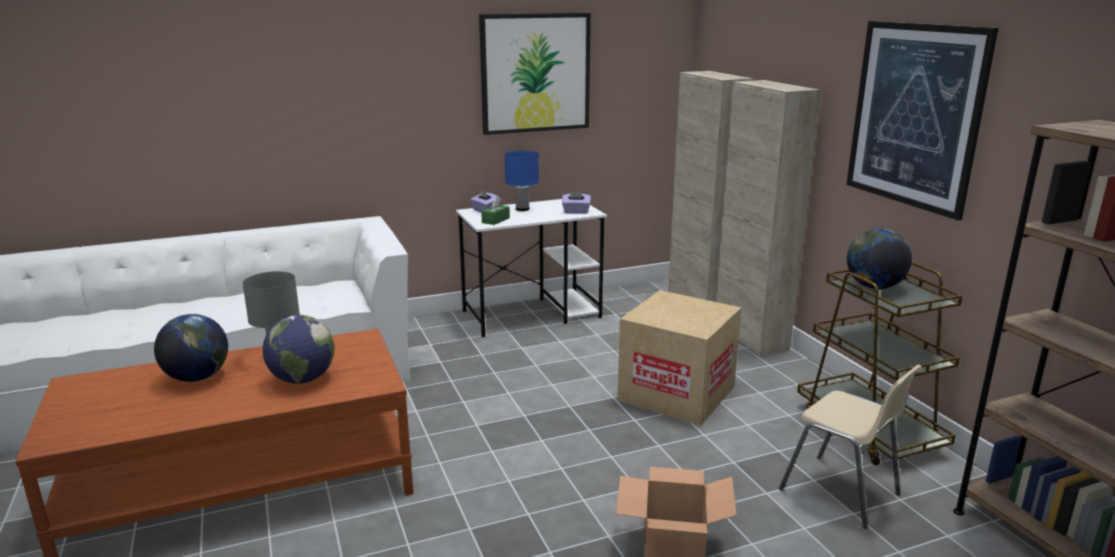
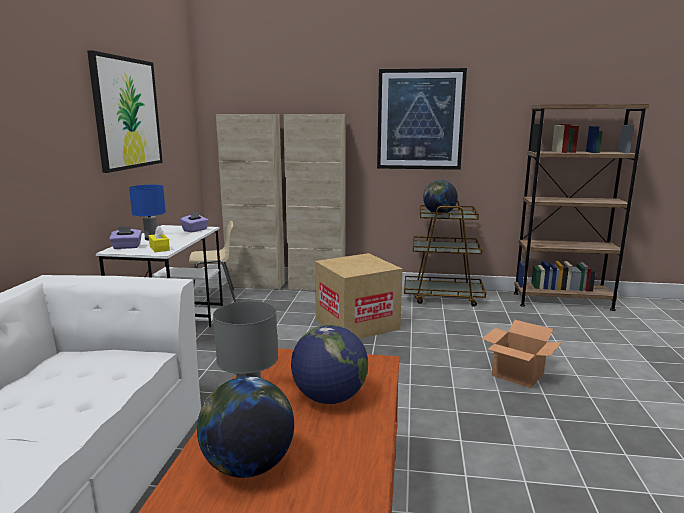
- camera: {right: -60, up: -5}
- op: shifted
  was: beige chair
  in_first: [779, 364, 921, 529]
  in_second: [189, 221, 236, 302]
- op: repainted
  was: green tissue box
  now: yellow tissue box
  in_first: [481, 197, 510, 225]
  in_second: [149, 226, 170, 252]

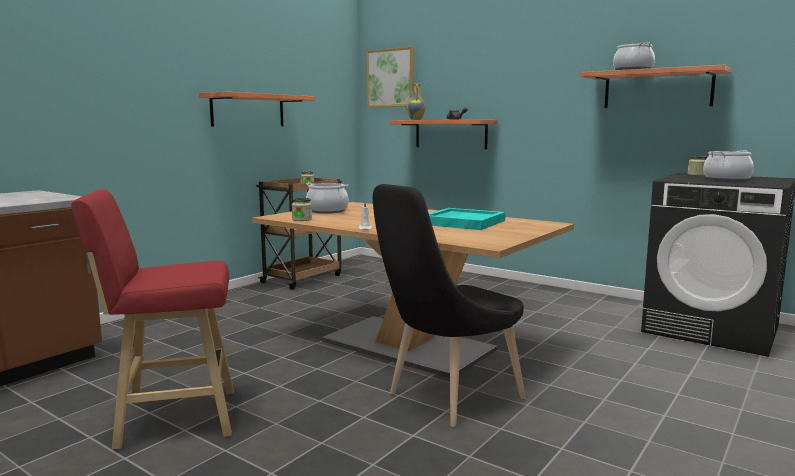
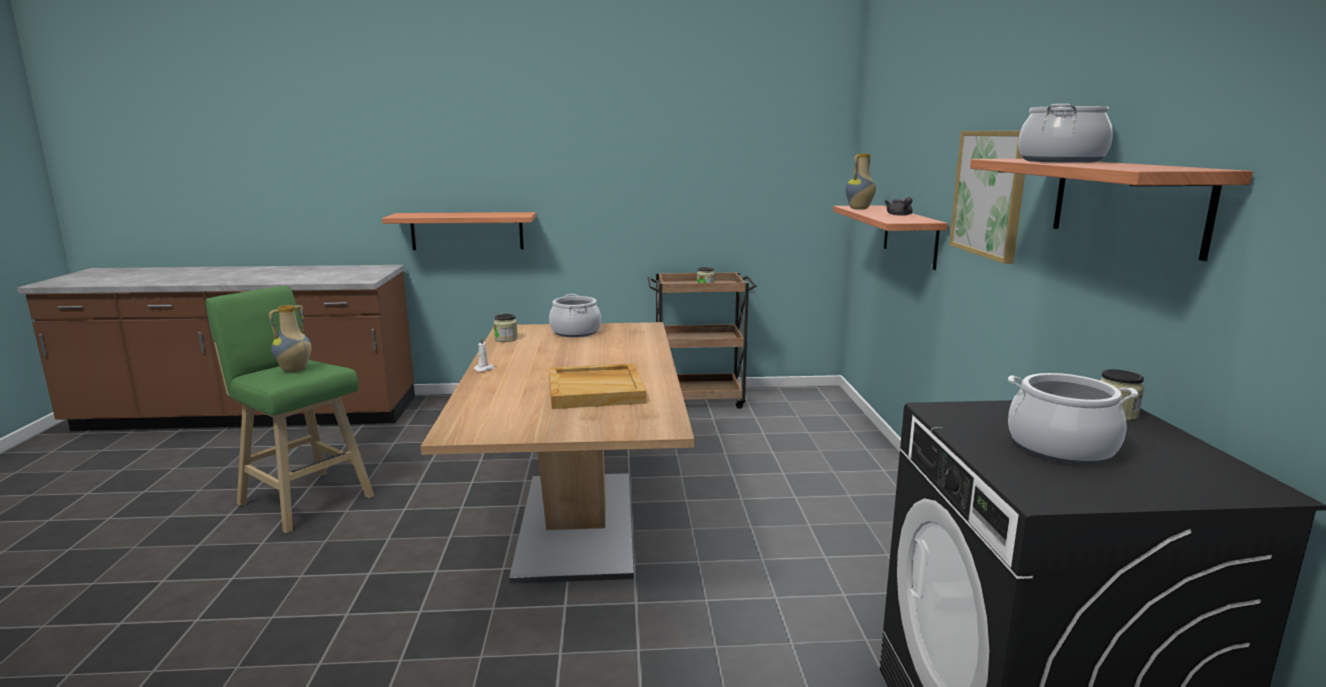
- camera: {right: 50, up: 5}
- op: gone
  was: black chair
  in_first: [373, 184, 526, 427]
- op: new
  now: vase
  in_second: [269, 305, 312, 372]
- op: shifted
  was: shelf
  in_first: [199, 91, 315, 127]
  in_second: [382, 212, 536, 250]
- op: shifted
  was: picture
  in_first: [367, 47, 414, 107]
  in_second: [949, 131, 1025, 264]
- op: repainted
  was: red stool
  now: green stool
  in_first: [71, 190, 234, 450]
  in_second: [205, 286, 374, 534]
- op: repainted
  was: turquoise tray
  now: beige tray
  in_first: [429, 208, 506, 230]
  in_second: [549, 363, 646, 409]

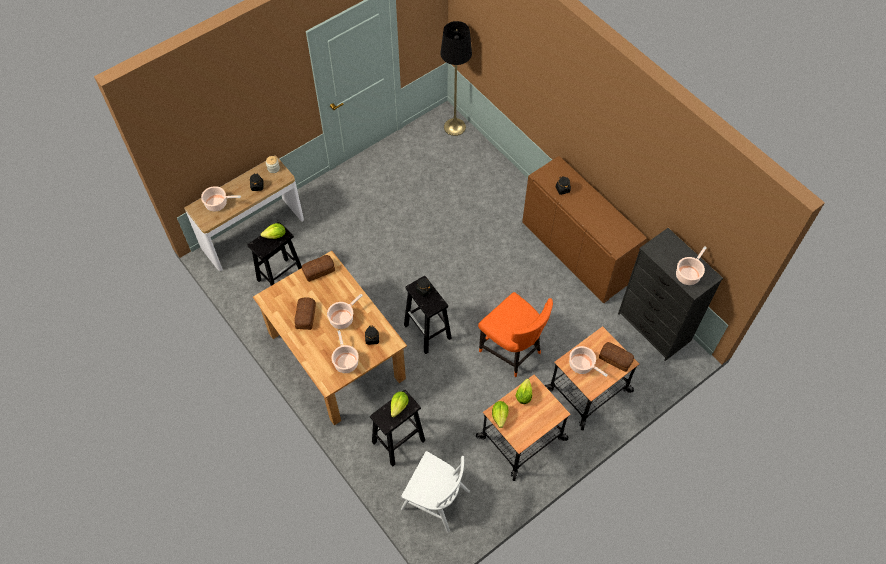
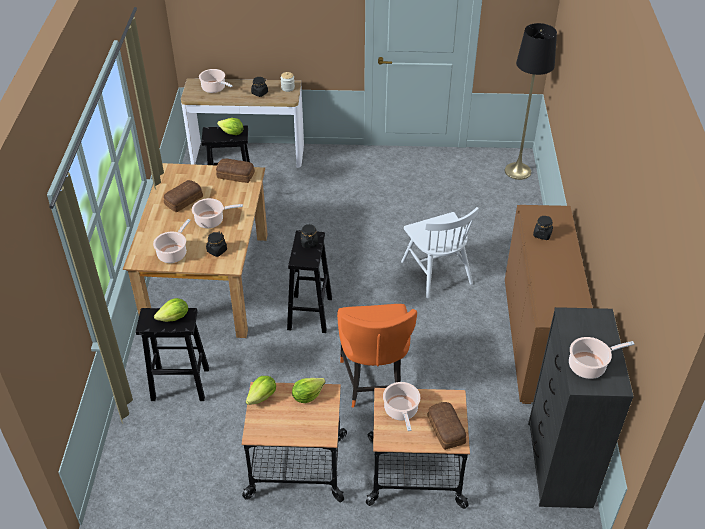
- camera: {right: 40, up: -15}
- op: shifted
  was: white chair
  in_first: [401, 451, 470, 532]
  in_second: [401, 207, 479, 298]

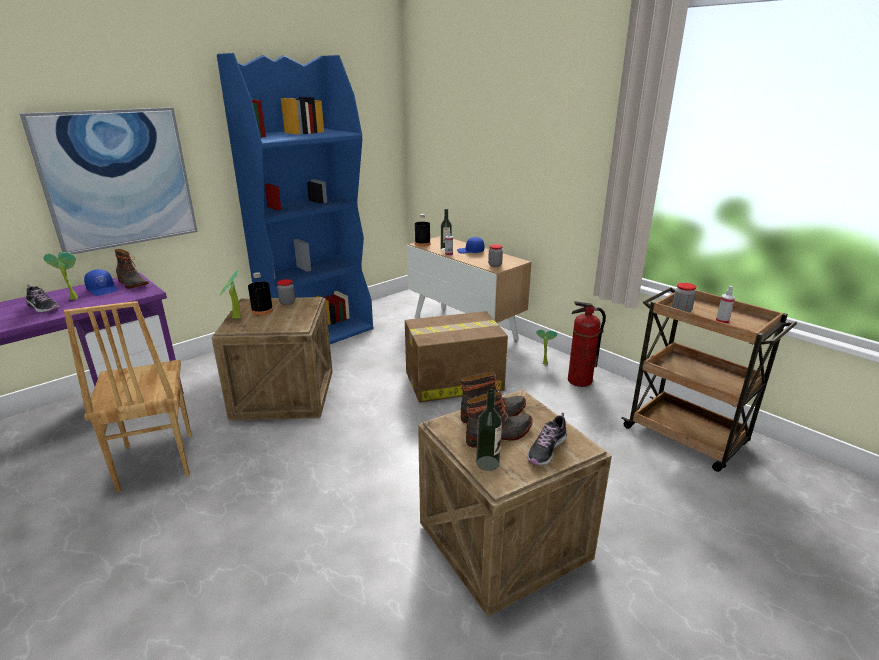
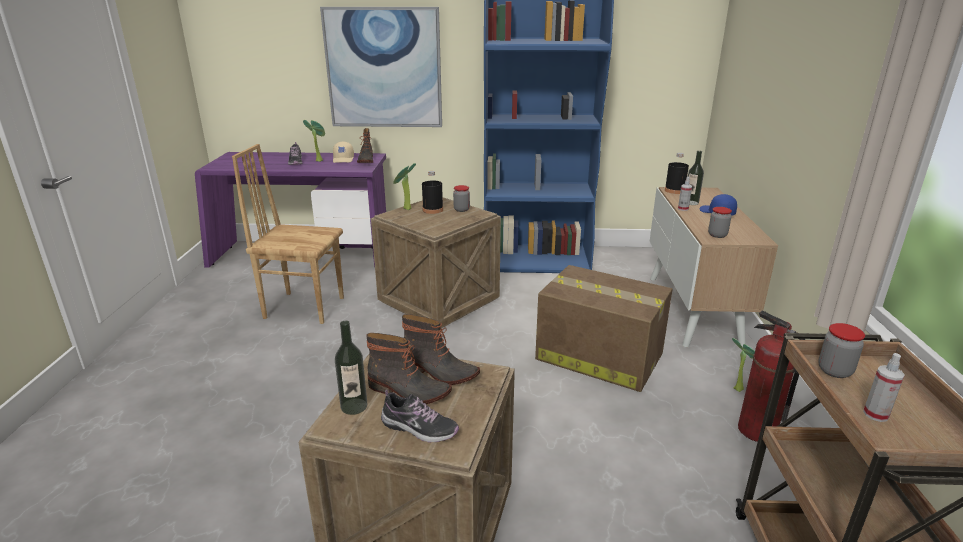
- camera: {right: 45, up: 0}
- op: repainted
  was: blue cap
  now: beige cap
  in_first: [84, 269, 118, 296]
  in_second: [333, 141, 354, 163]
- op: rotated
  was: brown chair
  in_first: [63, 301, 192, 492]
  in_second: [232, 144, 344, 324]
  clockwise: 75
- op: rotated
  was: shoe
  in_first: [527, 412, 567, 465]
  in_second: [381, 390, 459, 443]
  clockwise: -150

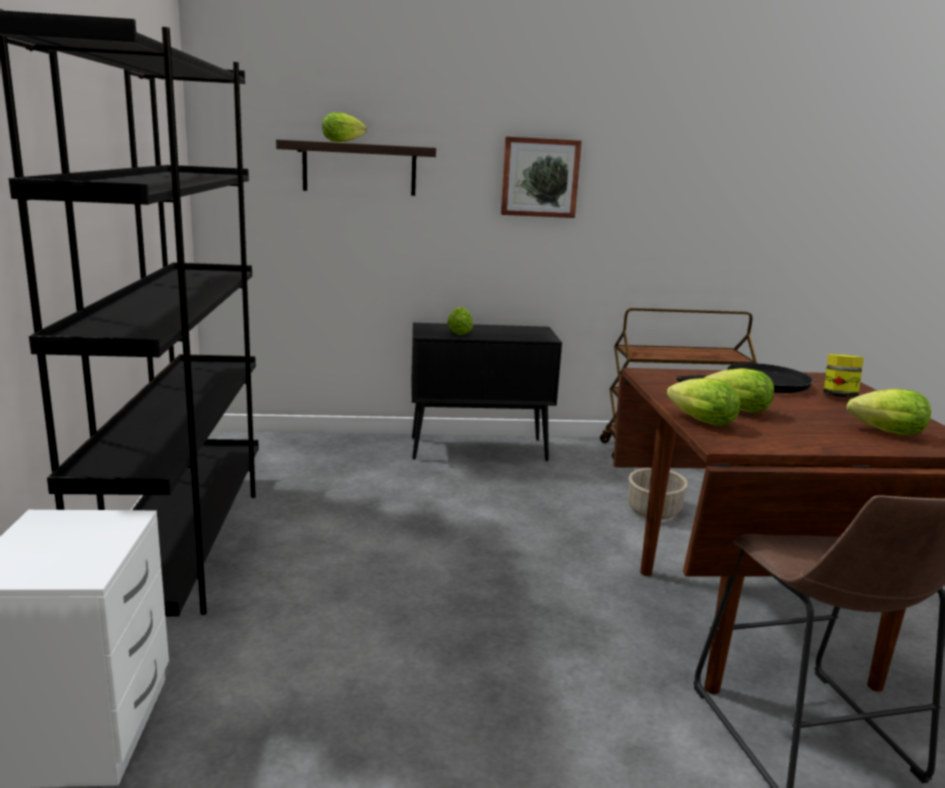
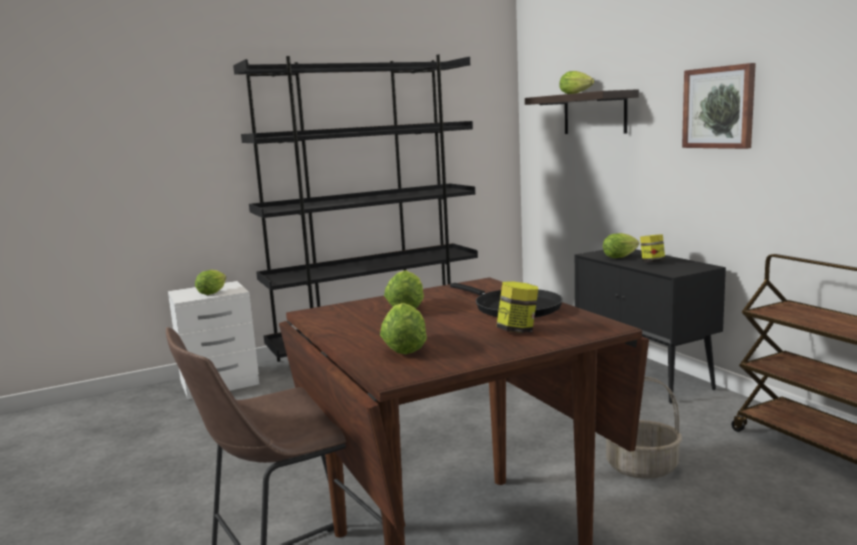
- camera: {right: 70, up: -5}
- op: new
  now: jar
  in_second: [640, 234, 665, 262]
- op: shifted
  was: lettuce
  in_first: [667, 378, 741, 426]
  in_second: [195, 270, 226, 295]

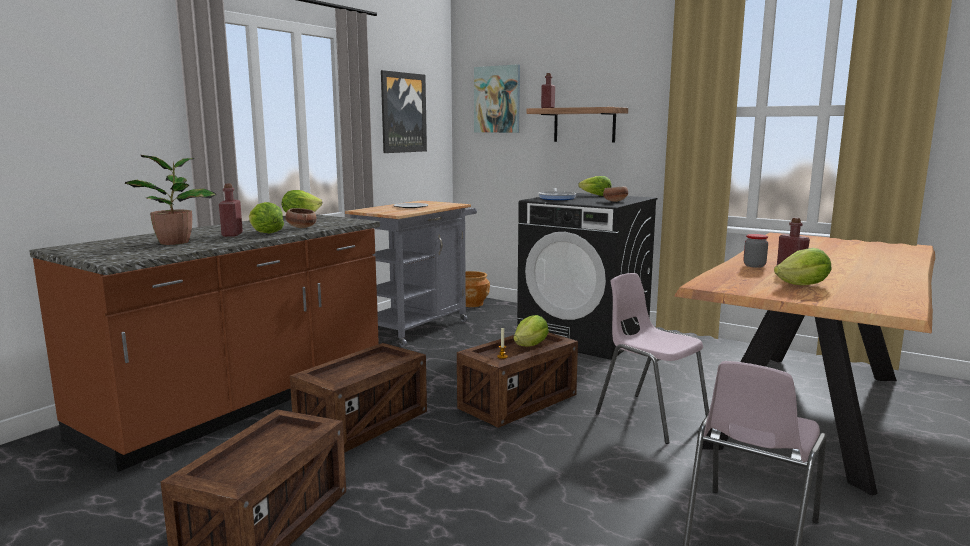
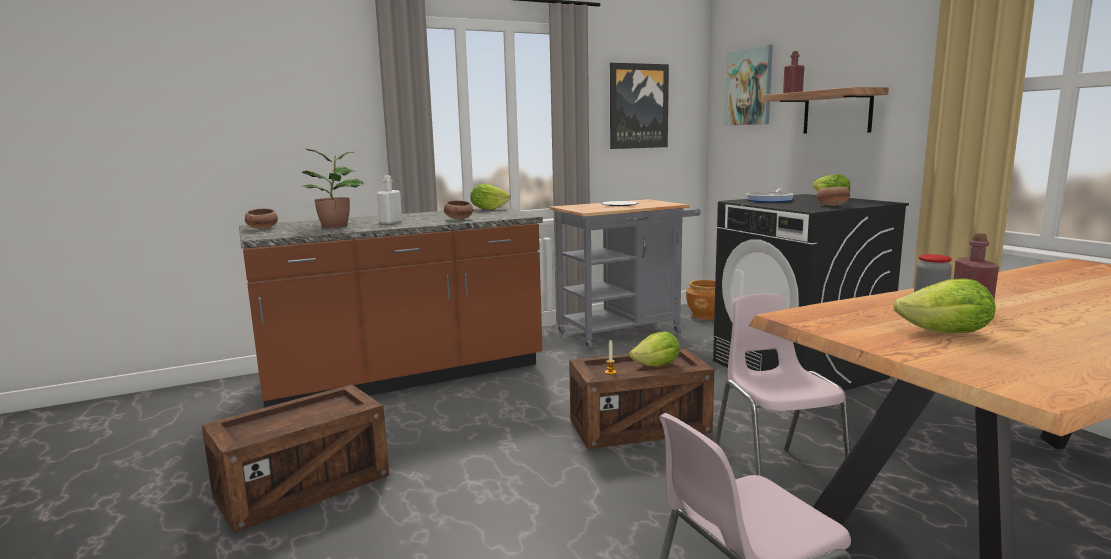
- camera: {right: 30, up: 0}
- op: gone
  was: lettuce
  in_first: [249, 202, 284, 233]
- op: gone
  was: crate
  in_first: [290, 343, 427, 453]
- op: new
  now: bowl
  in_second: [245, 208, 278, 229]
- op: repainted
  was: red bottle
  now: white bottle
  in_first: [219, 184, 243, 237]
  in_second: [377, 175, 402, 224]

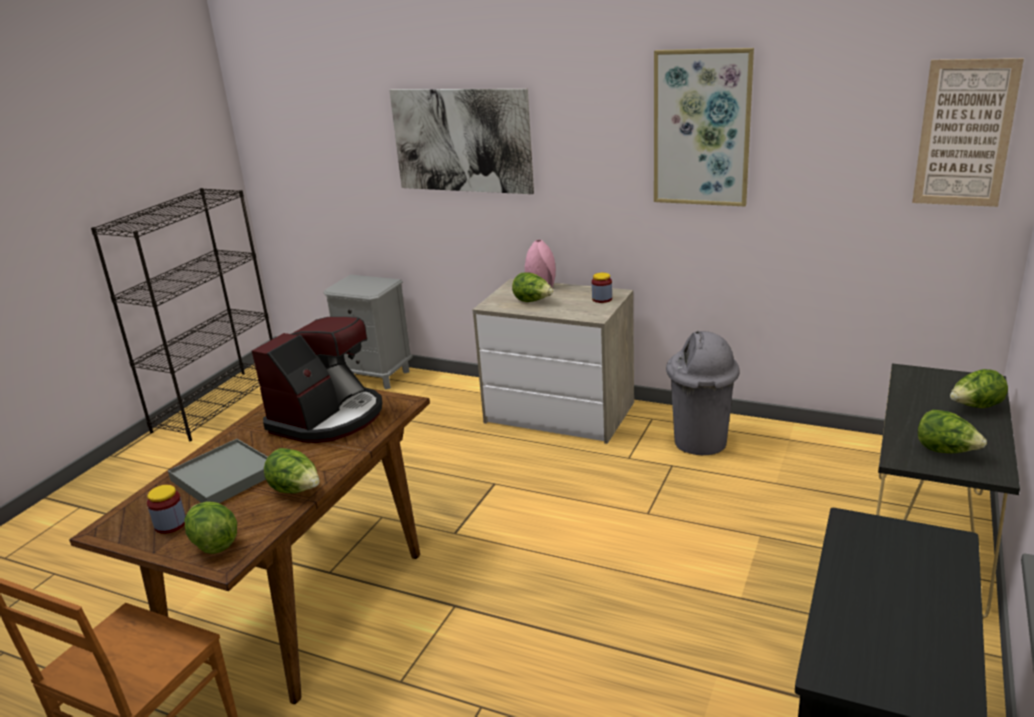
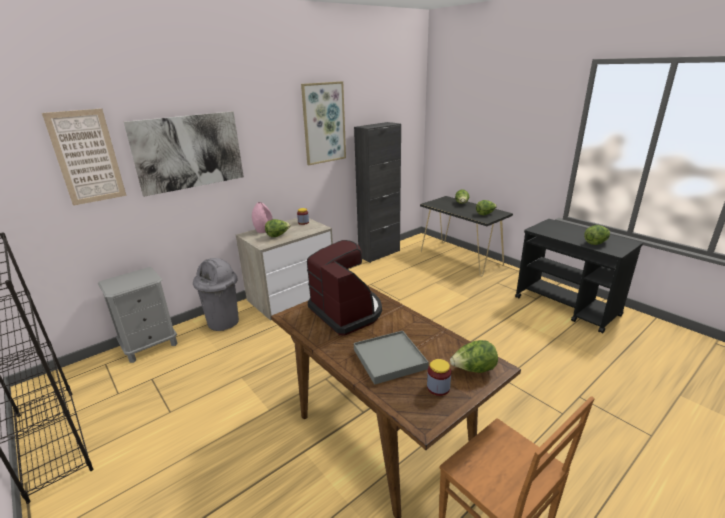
- camera: {right: -65, up: 0}
- op: new
  now: black cabinet
  in_second: [354, 122, 401, 263]
- op: shifted
  was: lettuce
  in_first: [264, 448, 319, 493]
  in_second: [584, 225, 610, 245]
- op: shifted
  was: grey trash can
  in_first: [666, 331, 739, 455]
  in_second: [193, 258, 239, 331]
- op: shifted
  was: picture
  in_first: [912, 58, 1024, 207]
  in_second: [42, 108, 127, 206]

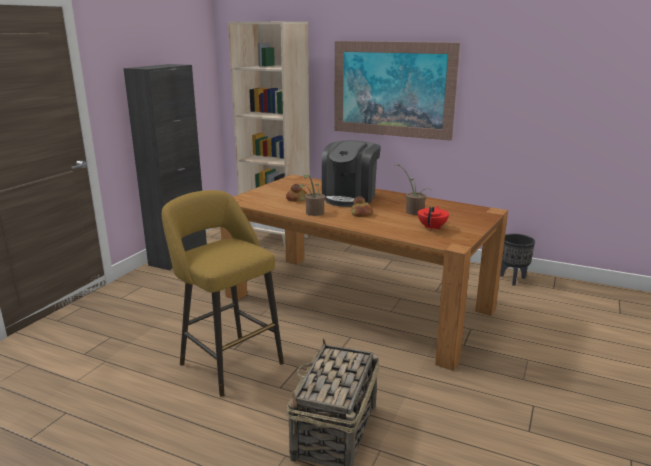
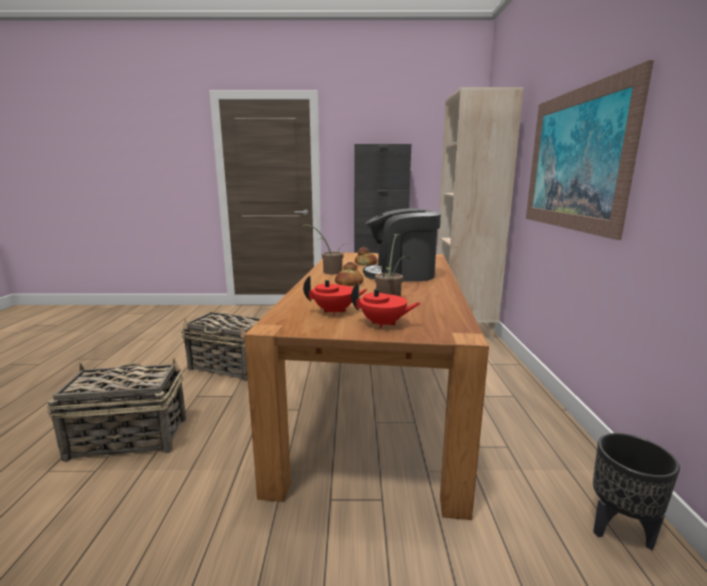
- camera: {right: 65, up: -5}
- op: new
  now: red teapot
  in_second: [351, 283, 421, 328]
- op: swapped
  was: yellow stool
  now: basket
  in_first: [162, 190, 284, 397]
  in_second: [181, 312, 261, 381]

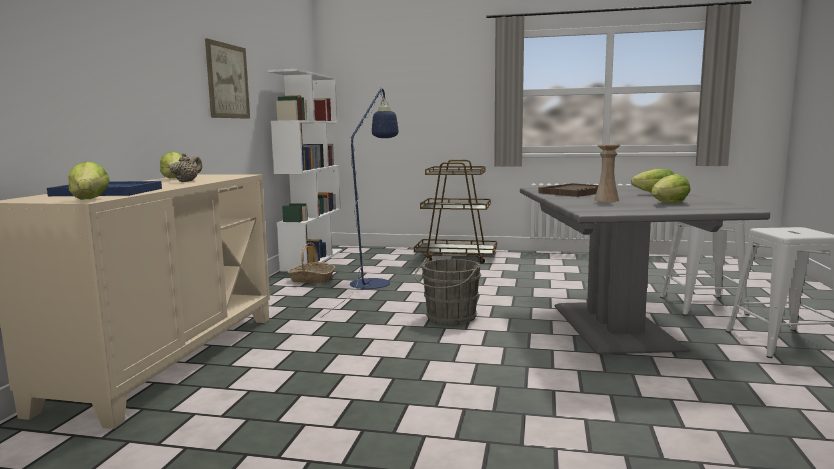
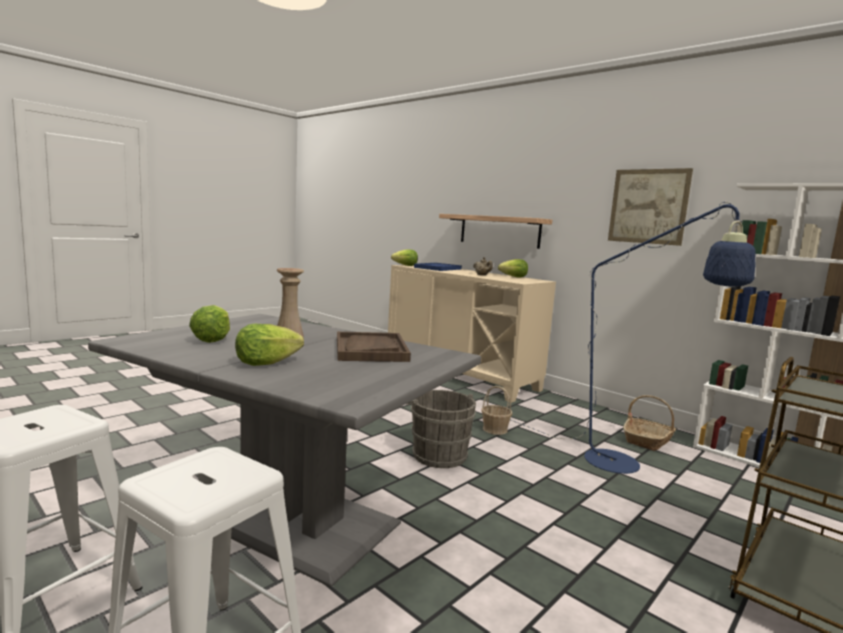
- camera: {right: 120, up: 0}
- op: new
  now: shelf
  in_second: [439, 214, 552, 249]
- op: new
  now: basket
  in_second: [481, 386, 512, 435]

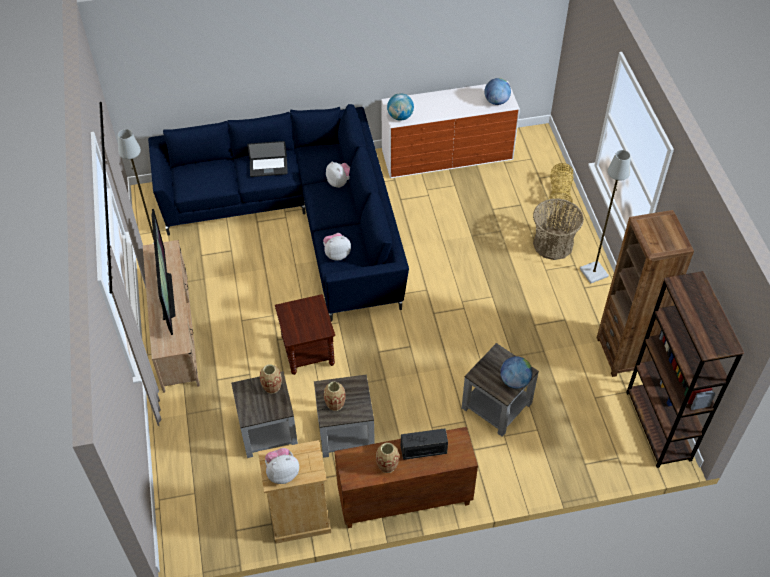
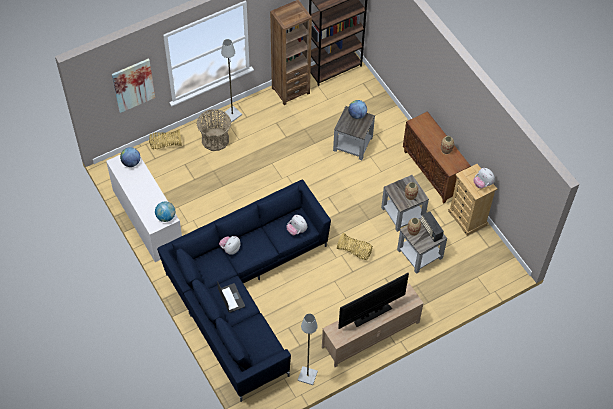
- camera: {right: -110, up: 5}
- op: new
  now: picture
  in_second: [112, 58, 155, 113]
- op: shifted
  was: radio
  in_first: [401, 428, 448, 460]
  in_second: [421, 212, 444, 242]
- op: swapped
  was: brown side table
  now: basket
  in_first: [275, 294, 335, 375]
  in_second: [337, 233, 373, 260]

